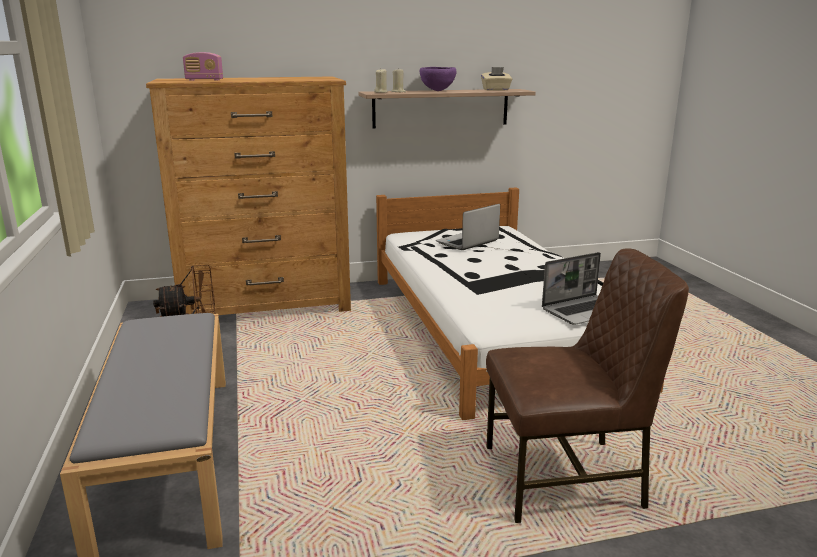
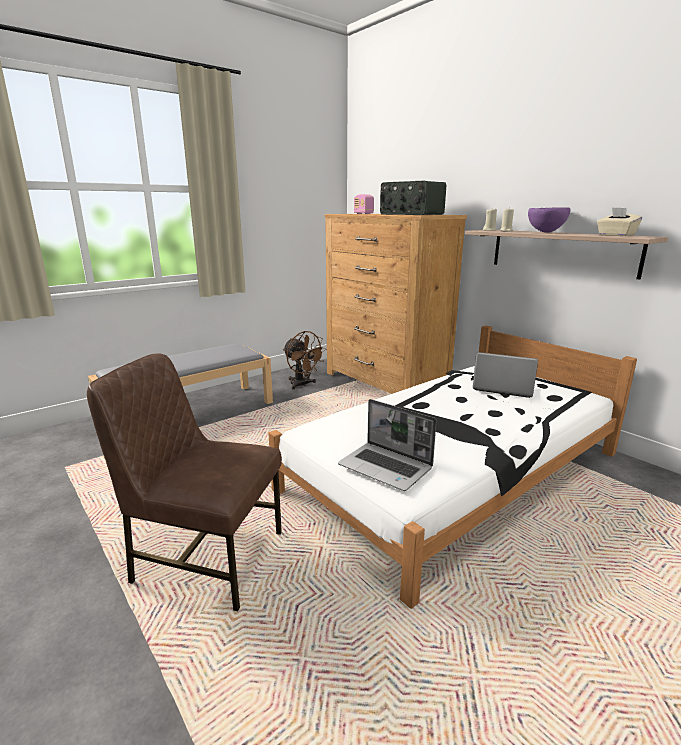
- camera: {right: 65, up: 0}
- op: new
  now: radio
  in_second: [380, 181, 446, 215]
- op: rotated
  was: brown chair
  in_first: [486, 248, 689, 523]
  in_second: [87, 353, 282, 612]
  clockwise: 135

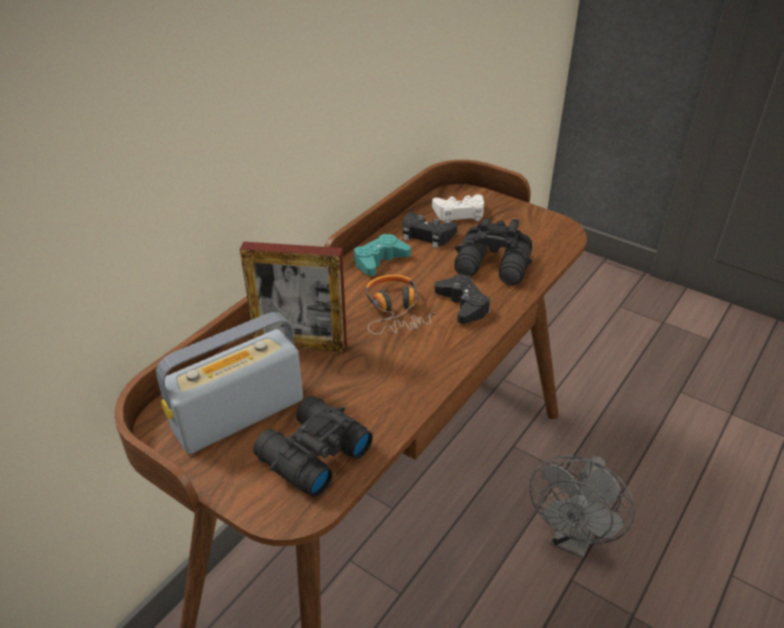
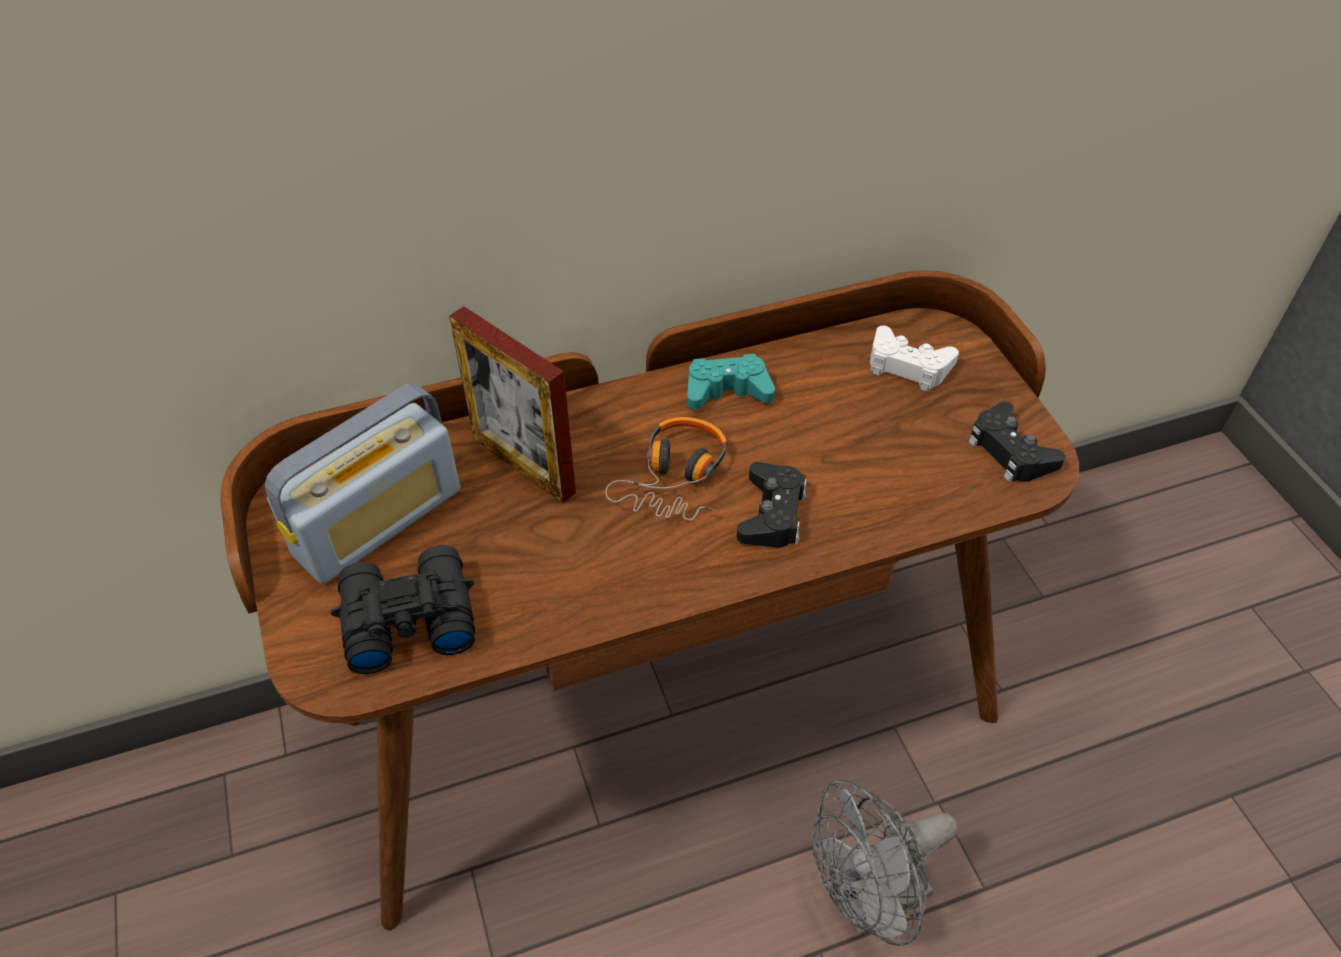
- camera: {right: 35, up: 10}
- op: gone
  was: black binoculars
  in_first: [454, 218, 533, 285]
- op: shifted
  was: black game controller
  in_first: [403, 212, 457, 248]
  in_second: [968, 402, 1065, 482]
- op: rotated
  was: radio
  in_first: [156, 312, 303, 454]
  in_second: [265, 384, 460, 584]
  clockwise: 135

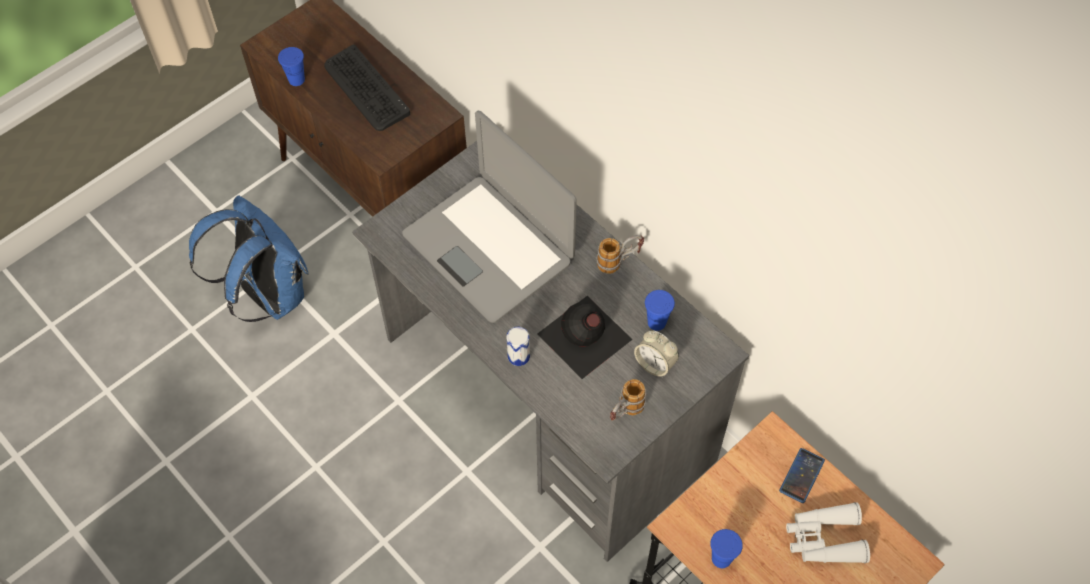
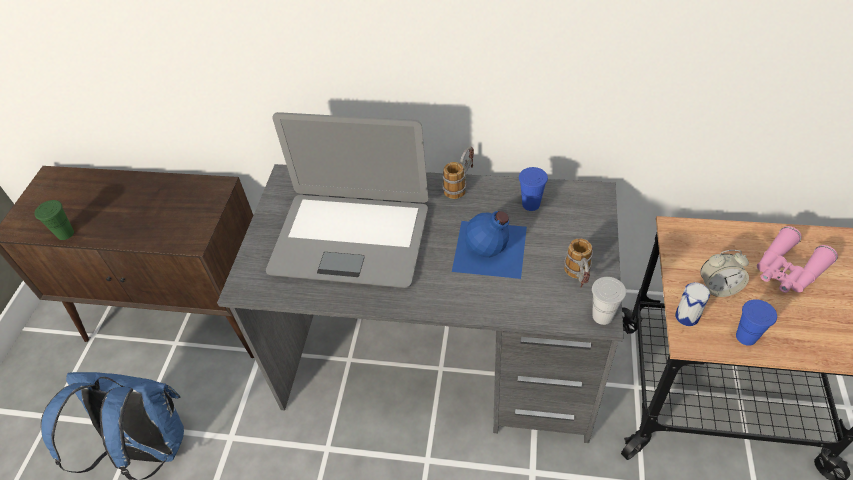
- camera: {right: -35, up: -10}
- op: gone
  was: keyboard
  in_first: [324, 45, 410, 131]
- op: gone
  was: phone
  in_first: [779, 448, 825, 503]
- op: new
  now: white cup
  in_second: [592, 277, 626, 325]
- op: shifted
  was: can
  in_first: [506, 327, 530, 366]
  in_second: [675, 282, 710, 326]
- op: shifted
  was: alarm clock
  in_first: [634, 330, 679, 377]
  in_second: [700, 250, 749, 297]
- op: repainted
  was: blue cup
  now: green cup
  in_first: [278, 47, 305, 86]
  in_second: [34, 200, 74, 240]
- op: repainted
  was: black bottle
  now: blue bottle
  in_first: [537, 296, 632, 379]
  in_second: [452, 211, 527, 279]
- op: repainted
  was: white binoculars
  now: pink binoculars
  in_first: [786, 502, 870, 563]
  in_second: [757, 226, 838, 293]

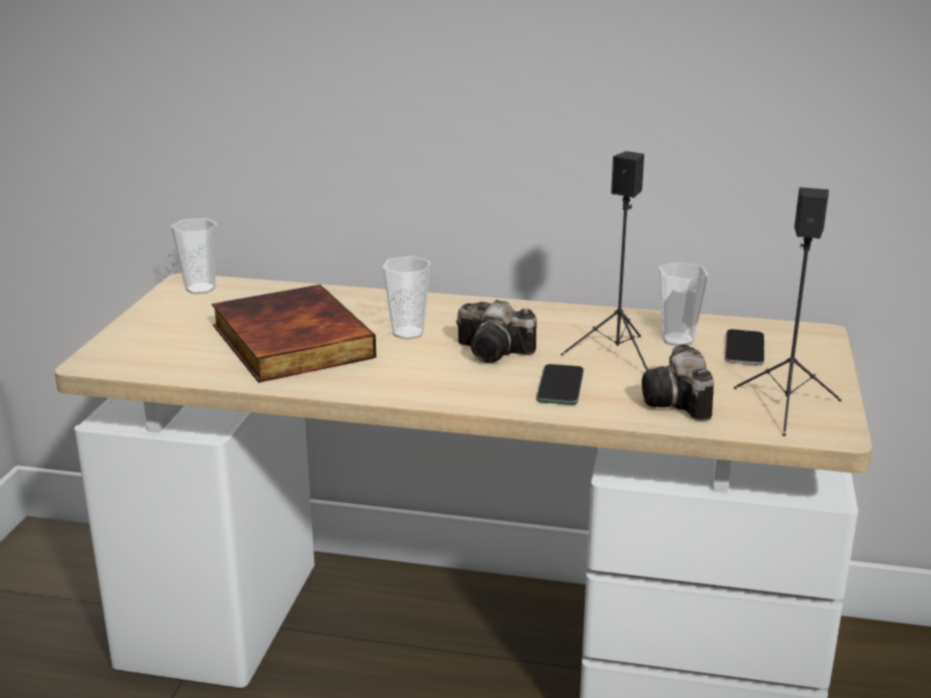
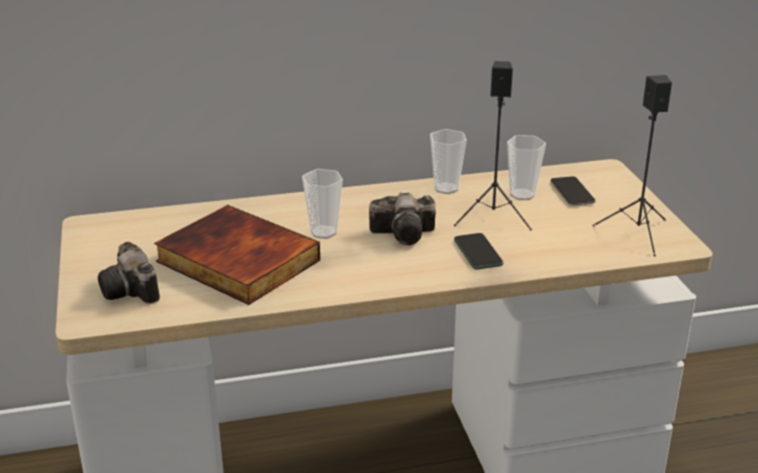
- camera: {right: -25, up: 5}
- op: shifted
  was: cup
  in_first: [171, 218, 217, 294]
  in_second: [430, 129, 467, 194]
- op: shifted
  was: photo camera
  in_first: [642, 344, 714, 421]
  in_second: [98, 242, 160, 304]

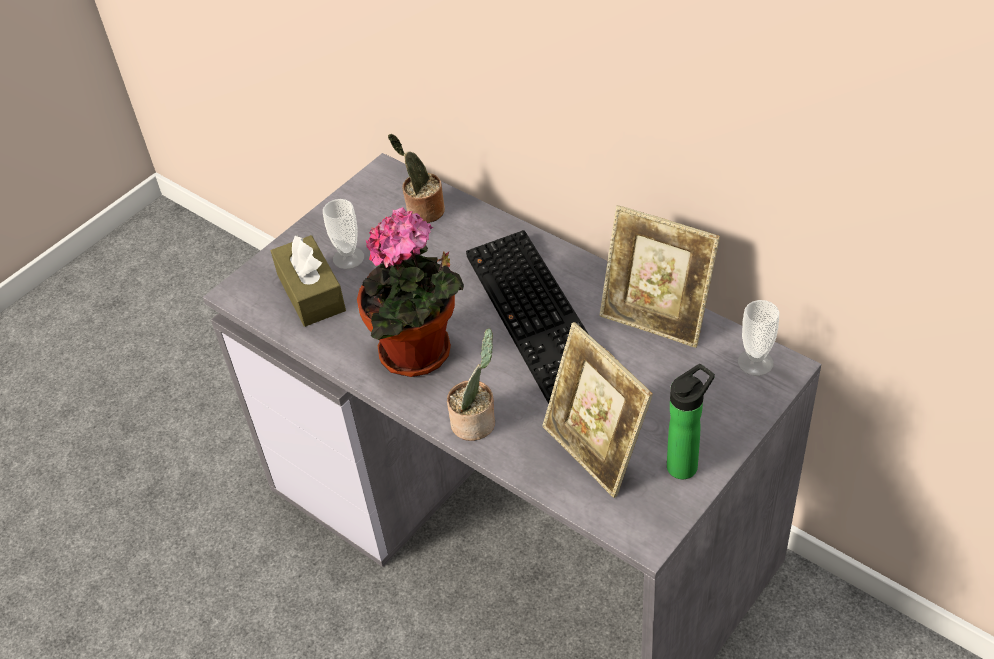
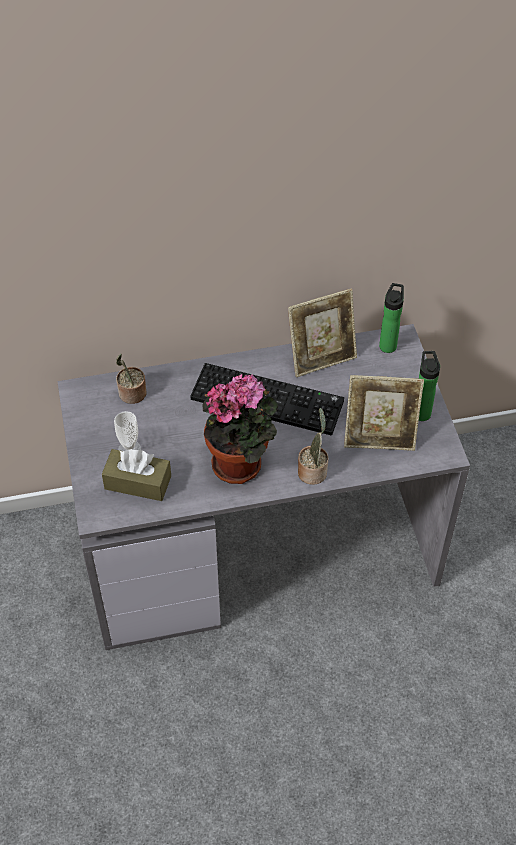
- camera: {right: -55, up: 5}
- op: swapped
  was: cup
  now: bottle
  in_first: [738, 300, 779, 376]
  in_second: [379, 283, 404, 353]

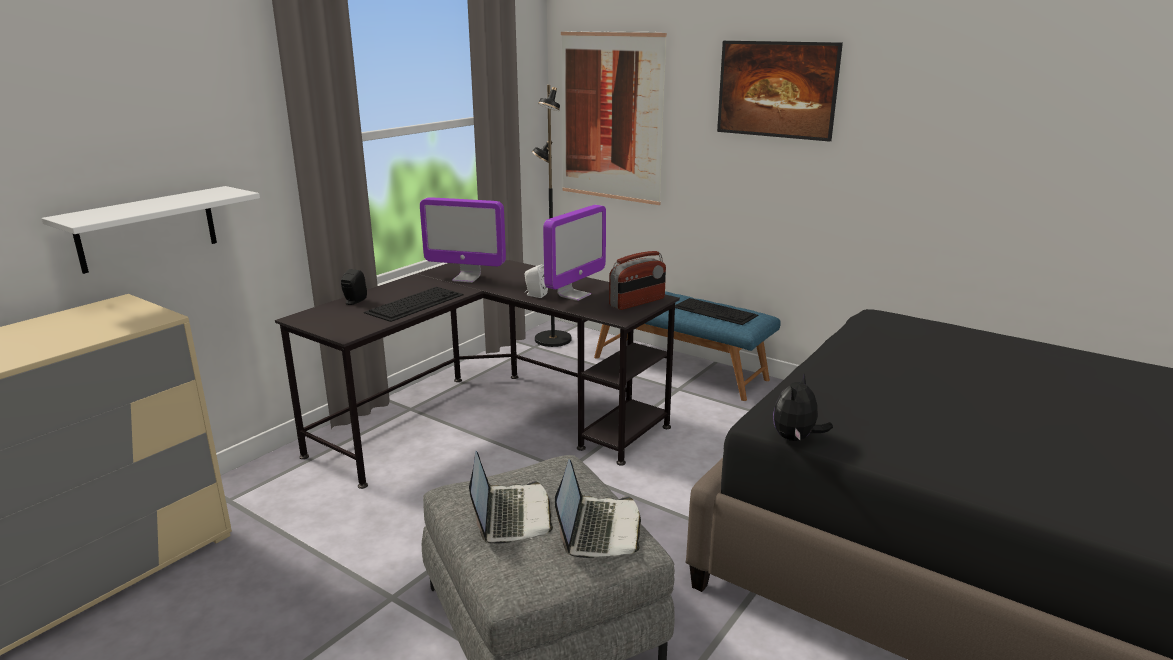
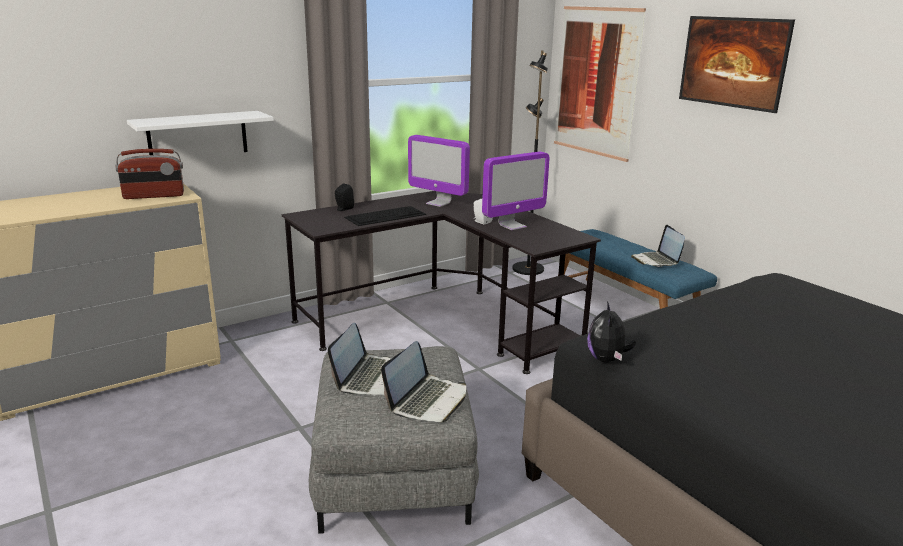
- camera: {right: 20, up: 0}
- op: shifted
  was: radio
  in_first: [609, 251, 666, 310]
  in_second: [115, 149, 184, 199]
- op: swapped
  was: keyboard
  now: laptop
  in_first: [675, 298, 758, 325]
  in_second: [631, 225, 685, 267]
- op: rotated
  was: plush toy
  in_first: [773, 374, 833, 441]
  in_second: [587, 301, 636, 362]
  clockwise: -45

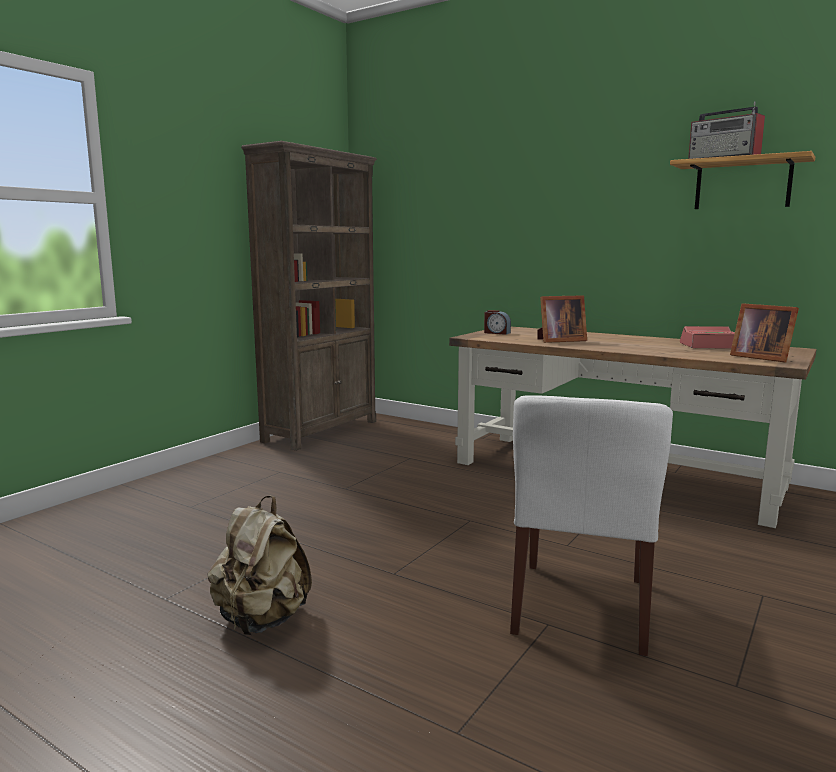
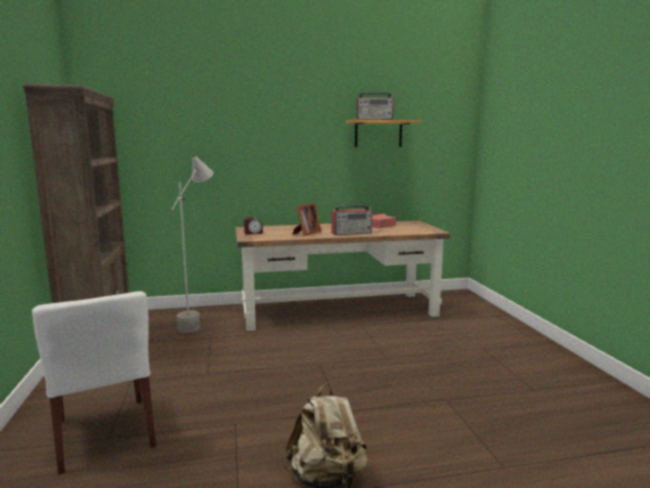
- camera: {right: -45, up: 0}
- op: gone
  was: picture frame
  in_first: [730, 303, 799, 363]
- op: new
  now: grey floor lamp
  in_second: [171, 154, 213, 333]
- op: new
  now: radio
  in_second: [331, 205, 372, 235]
- op: shifted
  was: white chair
  in_first: [510, 395, 673, 656]
  in_second: [32, 291, 156, 475]

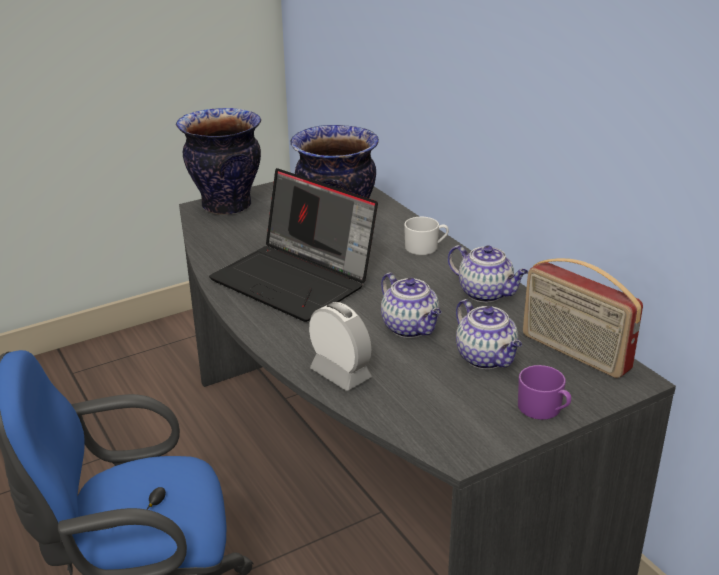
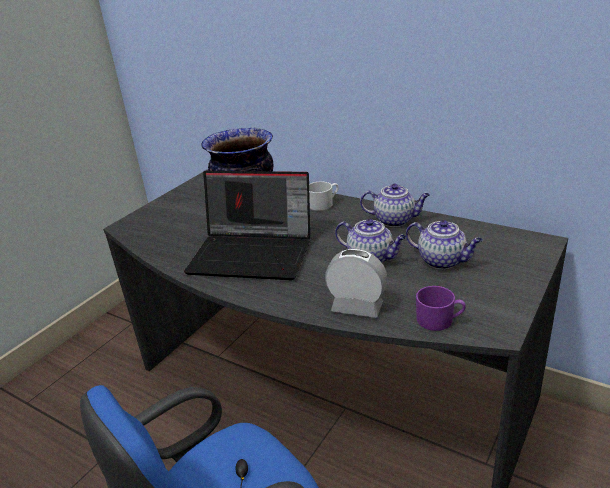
- camera: {right: -25, up: 0}
- op: gone
  was: vase
  in_first: [176, 108, 261, 215]
- op: gone
  was: radio
  in_first: [523, 258, 643, 378]
- op: shifted
  was: purple mug
  in_first: [518, 365, 571, 420]
  in_second: [416, 286, 466, 331]

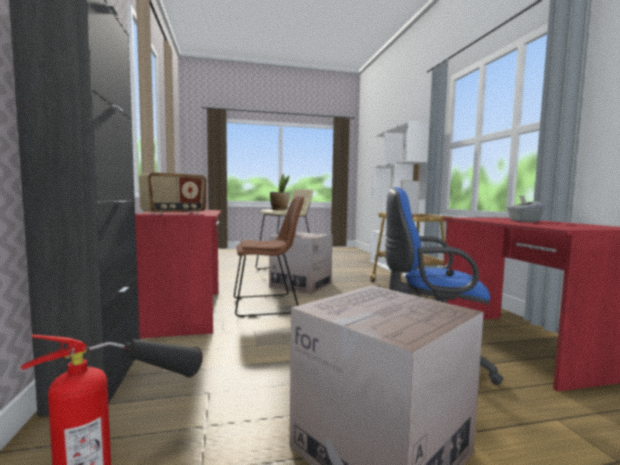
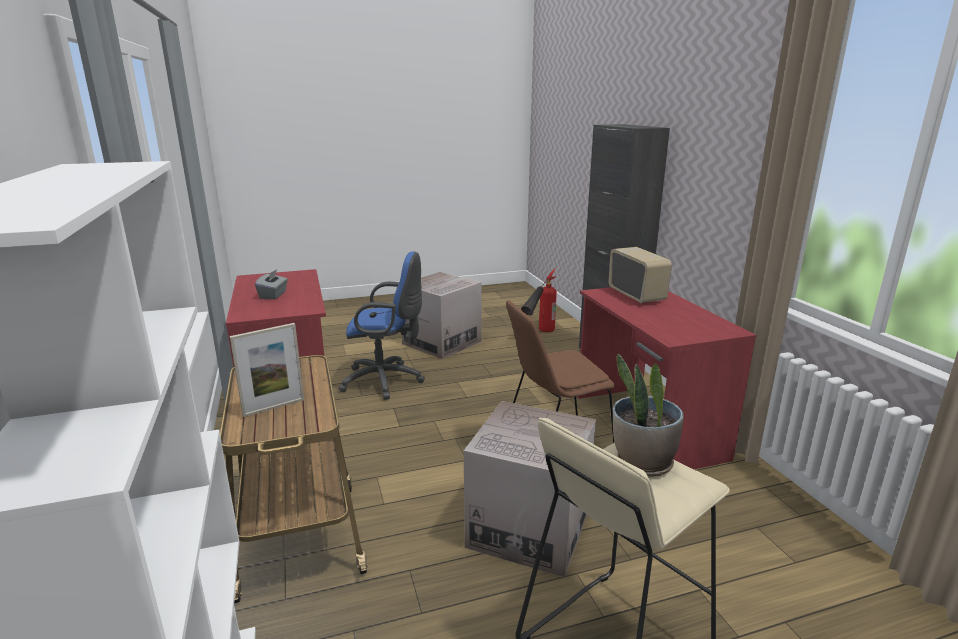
- camera: {right: 175, up: 15}
- op: rotated
  was: radio
  in_first: [139, 172, 206, 215]
  in_second: [609, 247, 672, 303]
  clockwise: 120

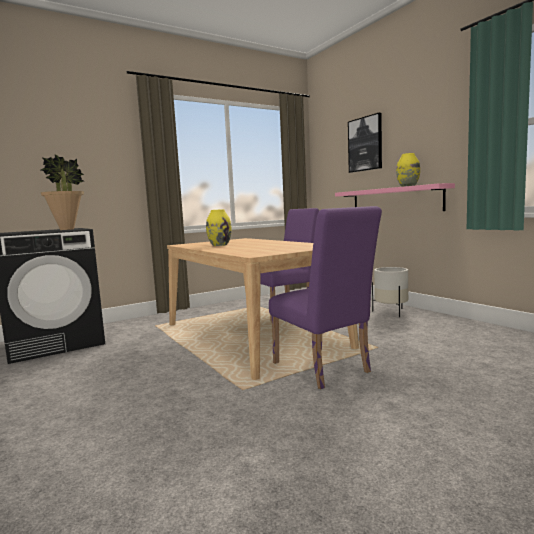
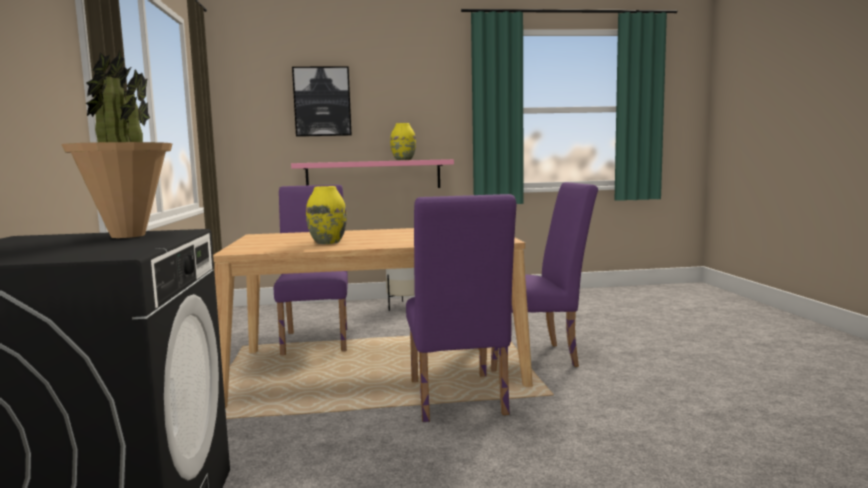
- camera: {right: -65, up: 0}
- op: new
  now: purple chair
  in_second: [406, 194, 517, 422]

